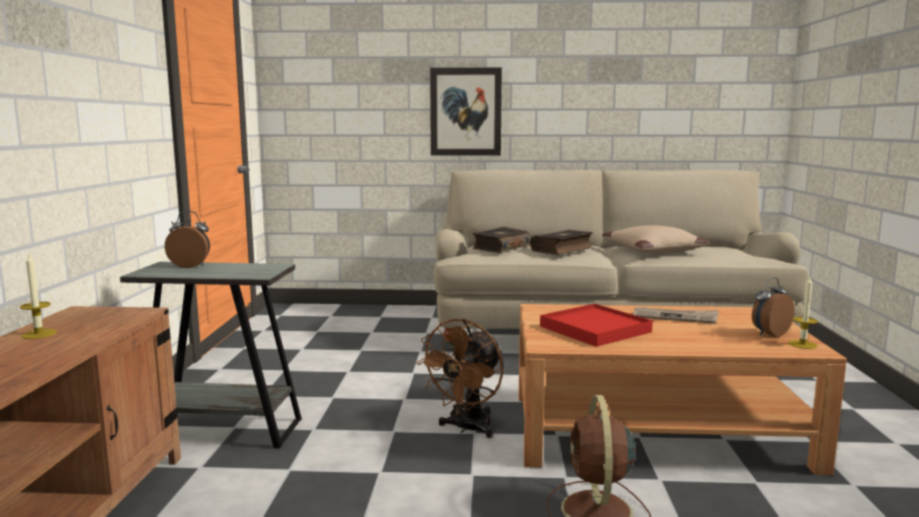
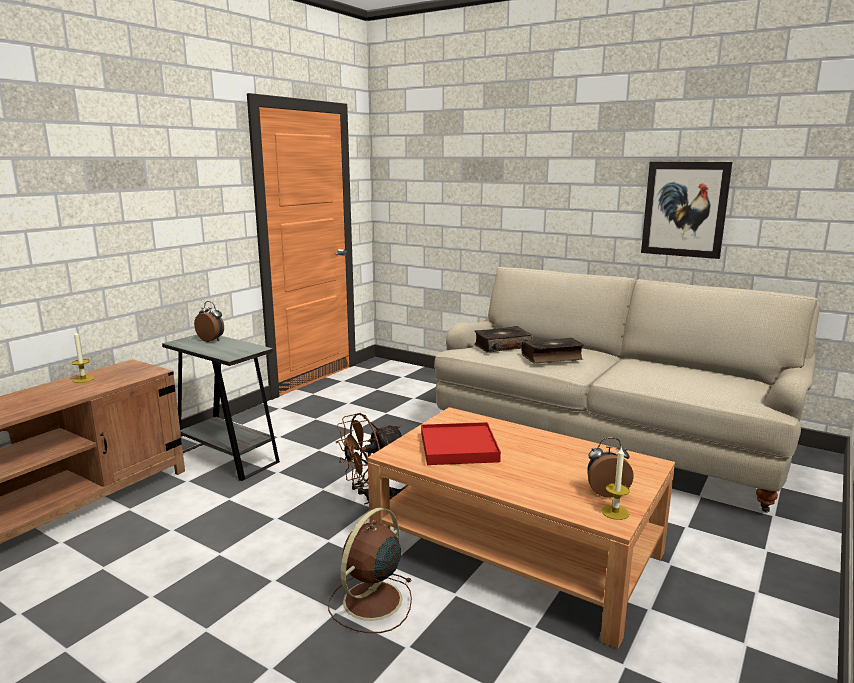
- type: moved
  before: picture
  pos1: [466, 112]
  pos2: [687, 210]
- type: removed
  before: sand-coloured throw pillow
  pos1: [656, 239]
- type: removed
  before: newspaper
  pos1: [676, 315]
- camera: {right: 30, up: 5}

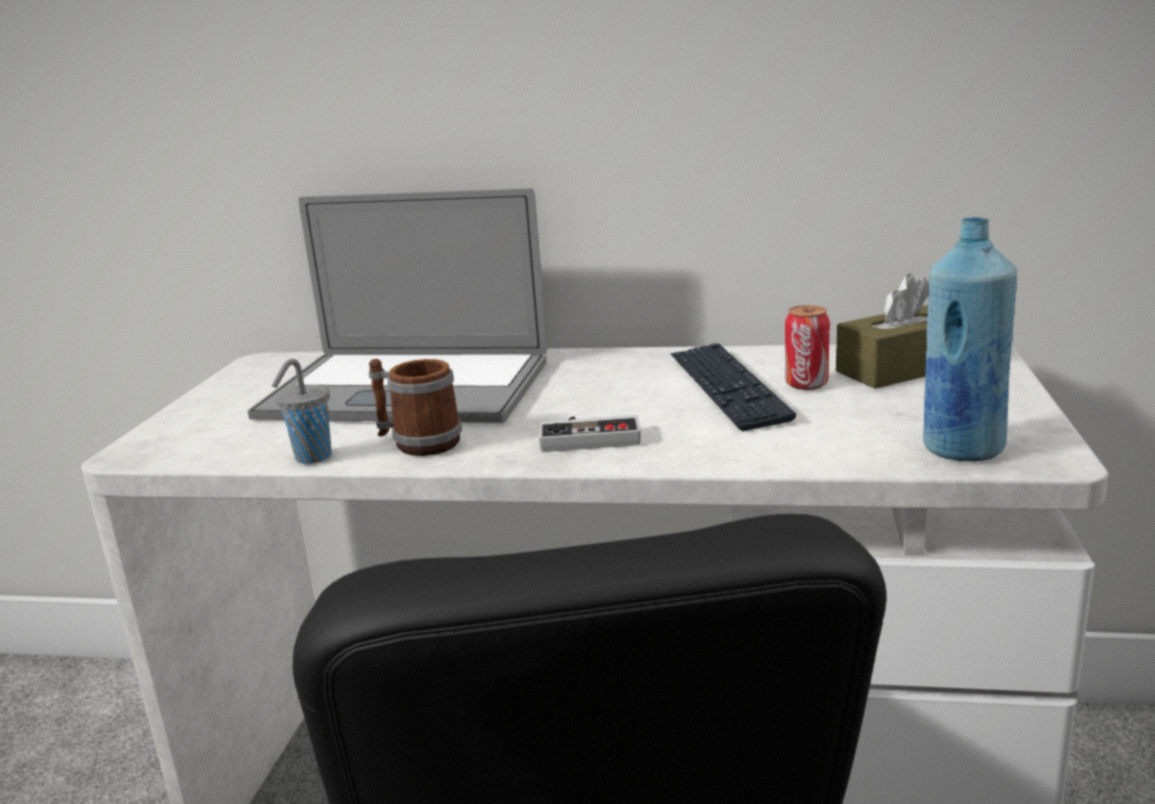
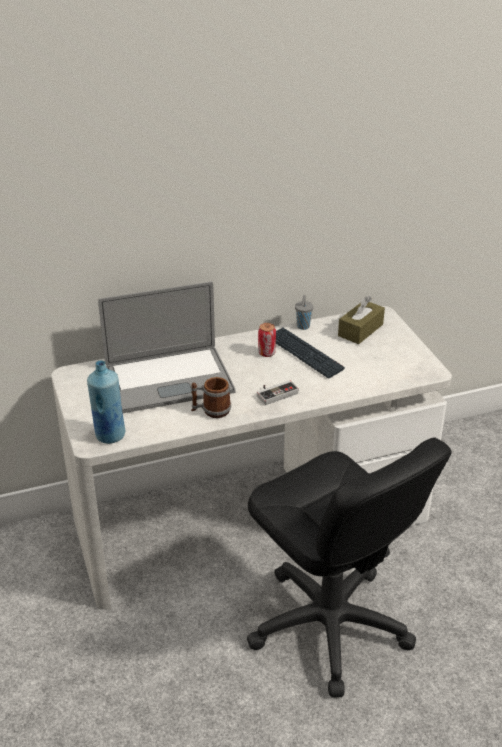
- type: moved
  before: gray drinking cup
  pos1: [302, 411]
  pos2: [304, 312]
- type: moved
  before: metal can
  pos1: [807, 347]
  pos2: [267, 340]
- type: moved
  before: bluish drink bottle
  pos1: [970, 339]
  pos2: [106, 402]
- camera: {right: -30, up: 15}

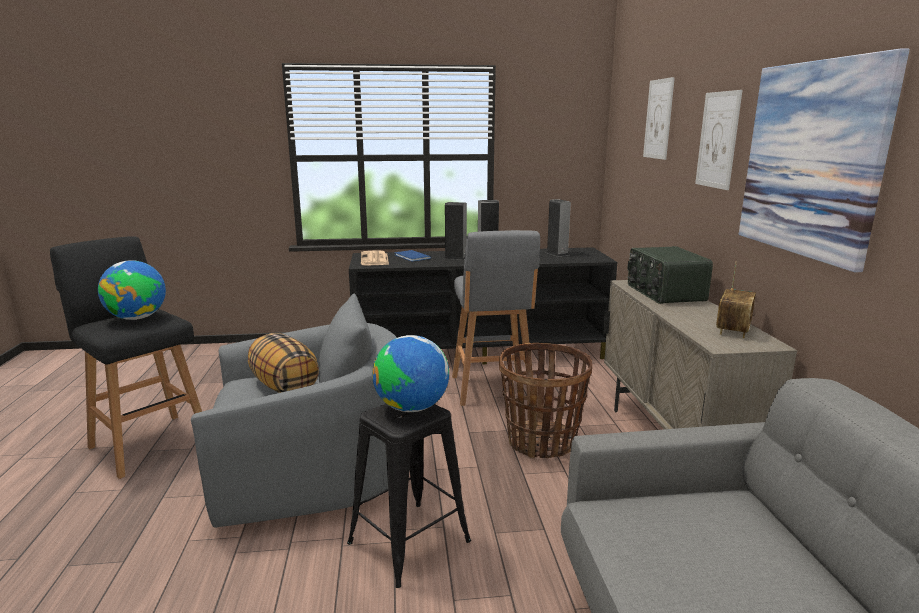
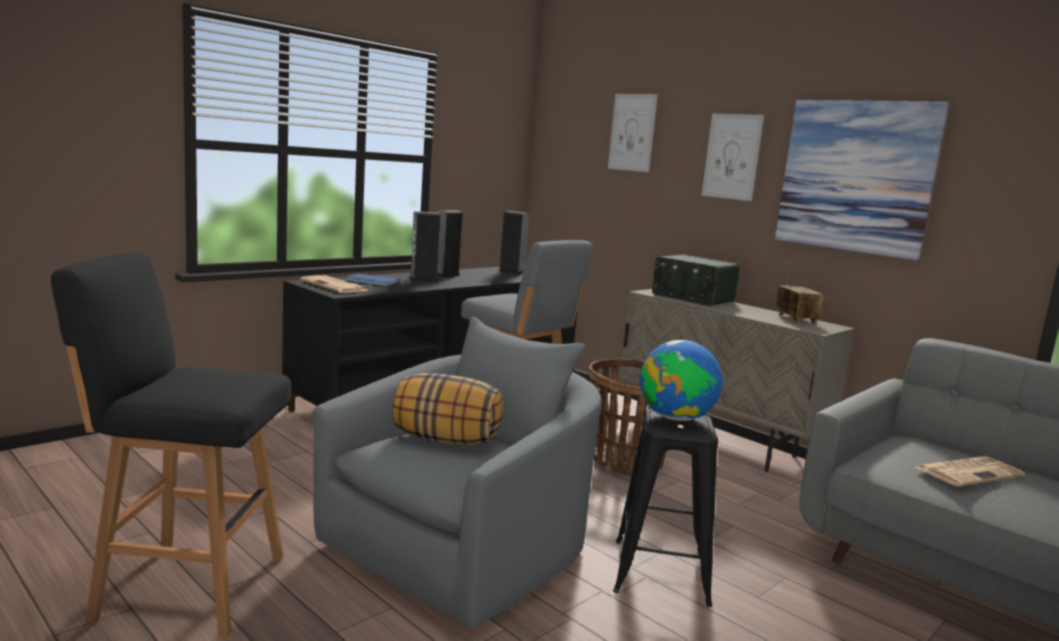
- type: removed
  before: globe
  pos1: [132, 290]
- type: added
  after: newspaper
  pos2: [970, 471]
- camera: {right: -40, up: -5}

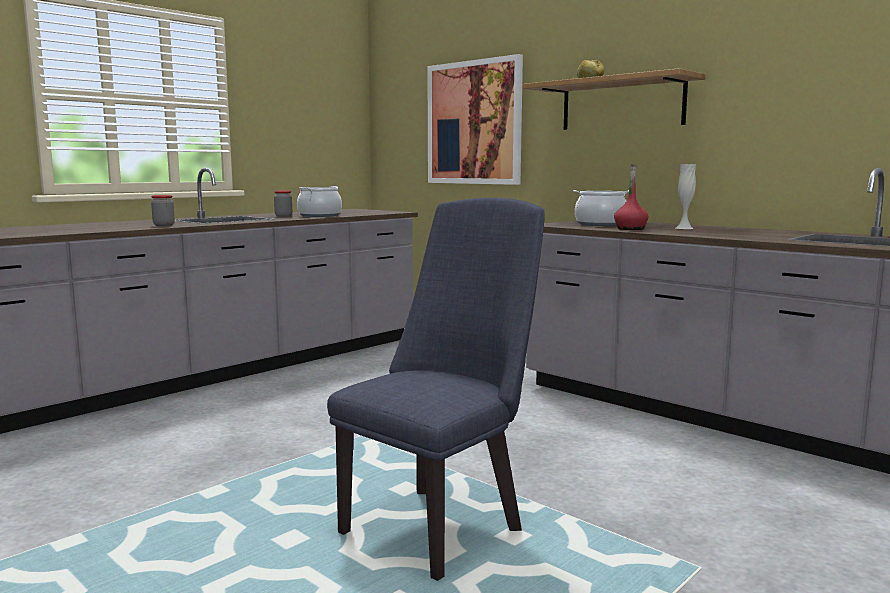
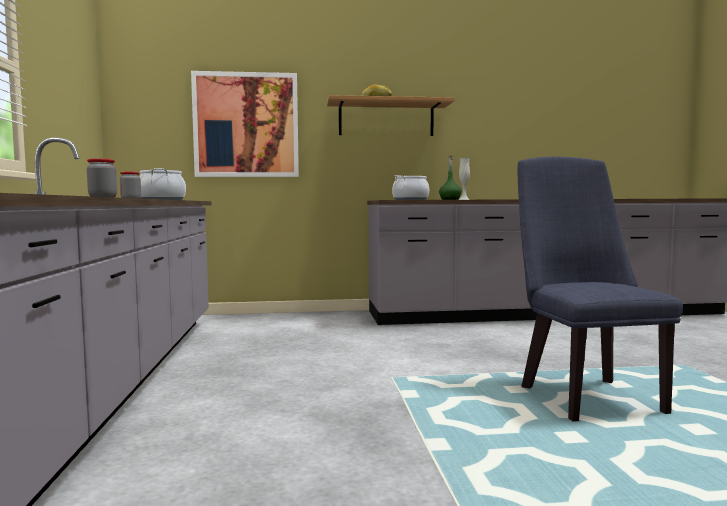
- type: recoloured
  before: red drink bottle
  after: green drink bottle
  pos1: [631, 197]
  pos2: [450, 178]
- camera: {right: -50, up: -5}

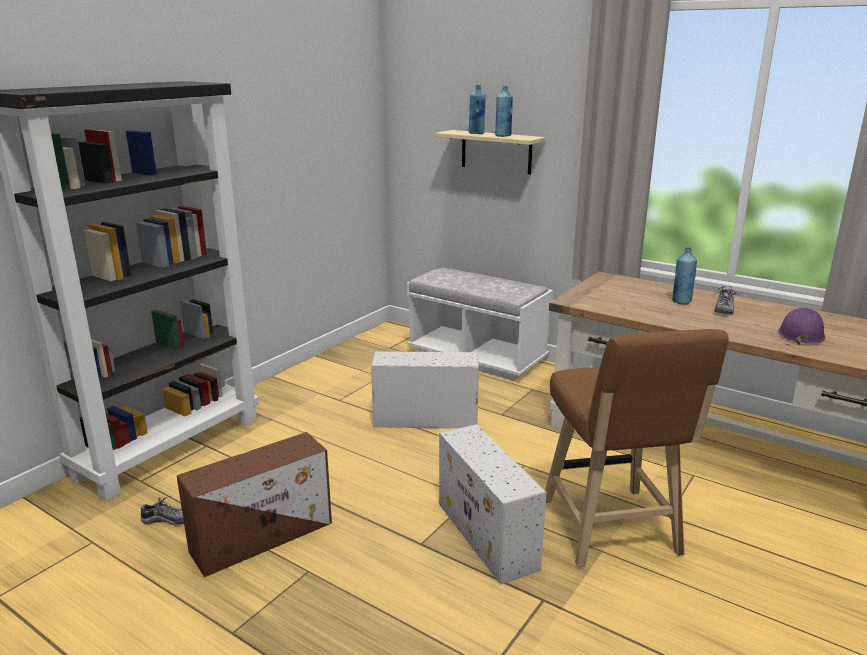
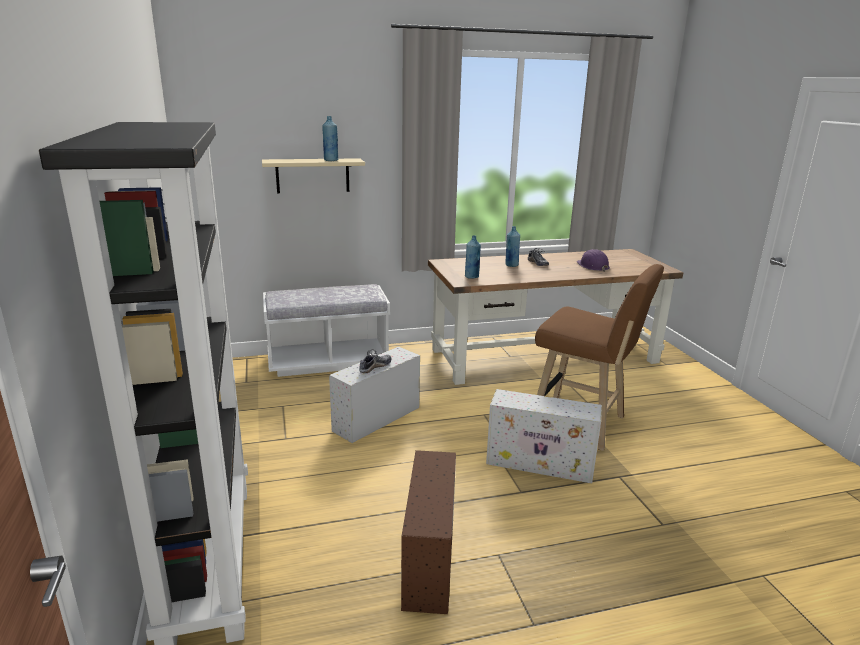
- type: moved
  before: low shoe
  pos1: [161, 511]
  pos2: [375, 361]
- type: moved
  before: bluish drink bottle
  pos1: [477, 109]
  pos2: [473, 257]
- camera: {right: -50, up: 0}

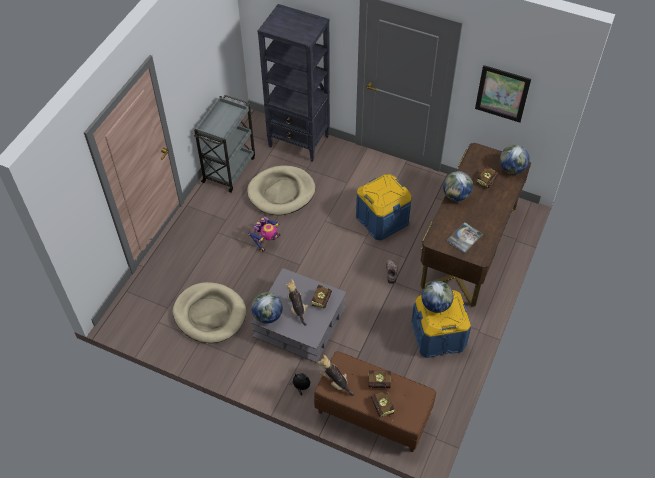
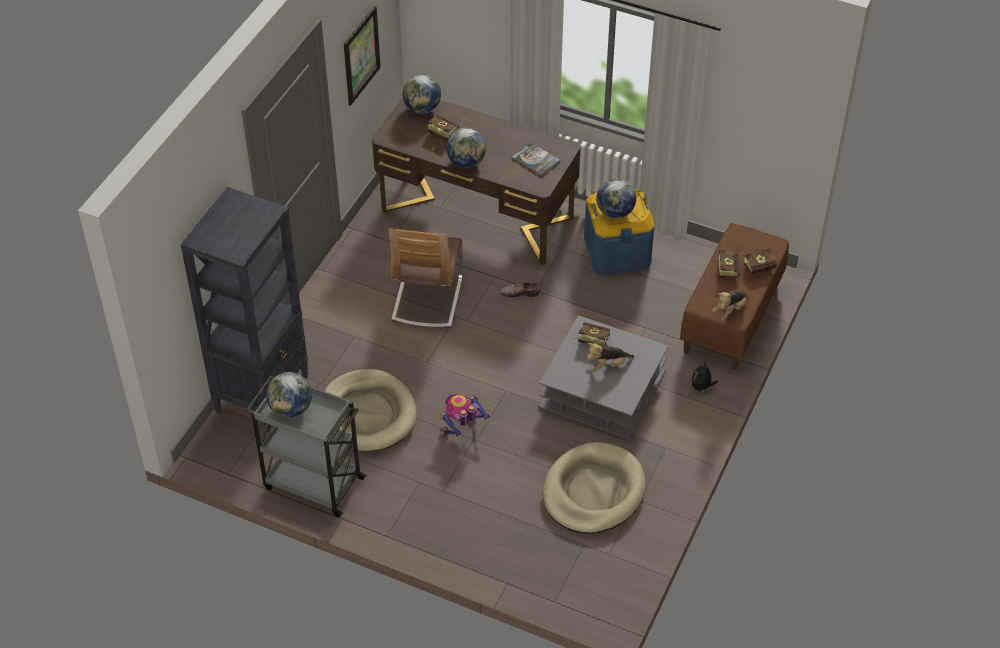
- type: turned
  before: robot figure
  pos1: [264, 235]
  pos2: [465, 415]
  turn: -75
- type: moved
  before: globe
  pos1: [267, 308]
  pos2: [289, 395]
- type: replaced
  before: bluish storage bin
  after: plain chair
  pos1: [384, 207]
  pos2: [426, 278]
- camera: {right: -90, up: -5}

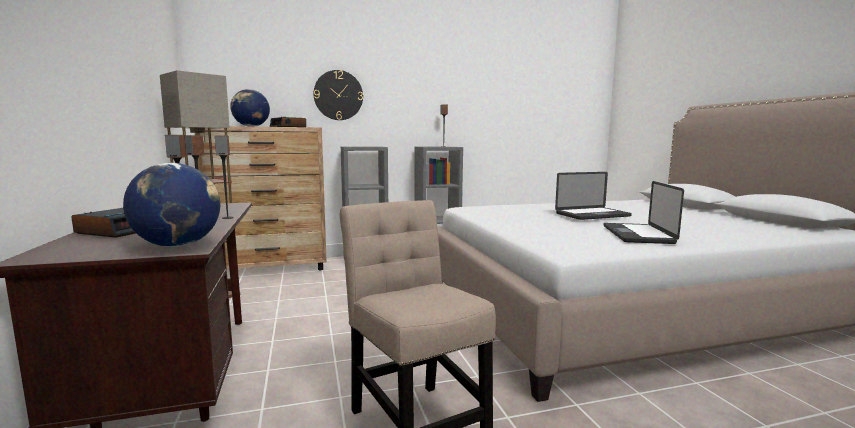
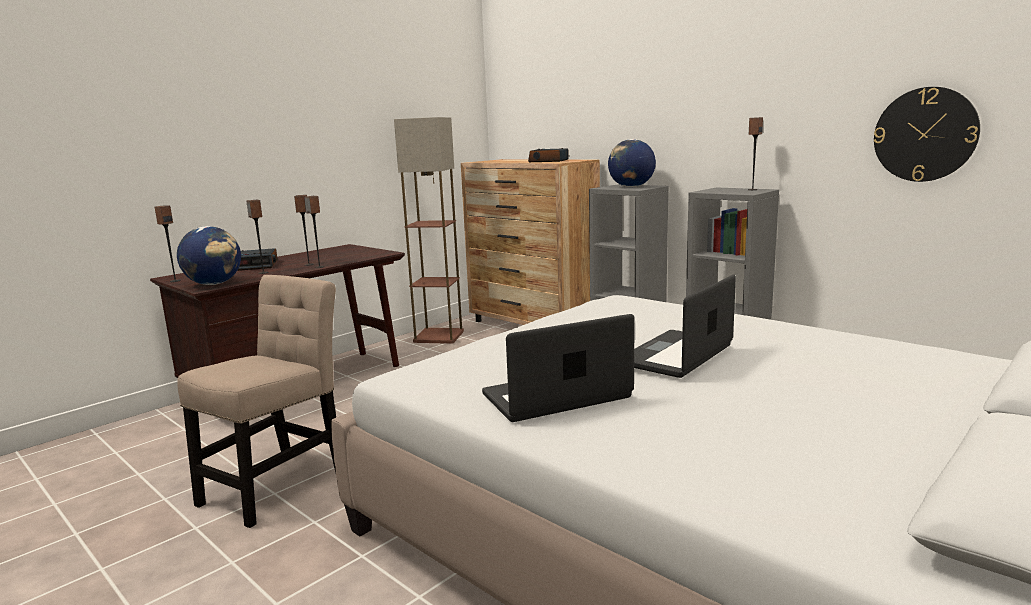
- type: moved
  before: globe
  pos1: [250, 108]
  pos2: [632, 163]
- type: moved
  before: wall clock
  pos1: [338, 95]
  pos2: [927, 134]
- type: turned
  before: portable computer
  pos1: [593, 196]
  pos2: [685, 326]
  turn: 90
- type: added
  after: audio speaker
  pos2: [168, 243]
- camera: {right: 60, up: 5}

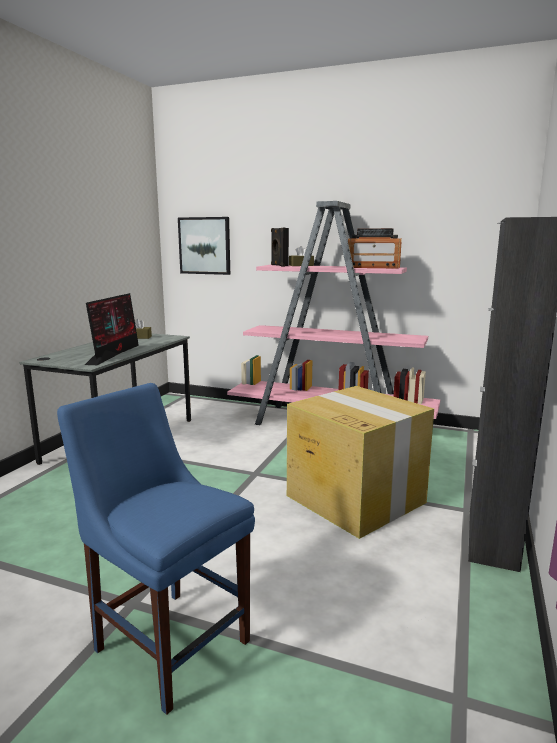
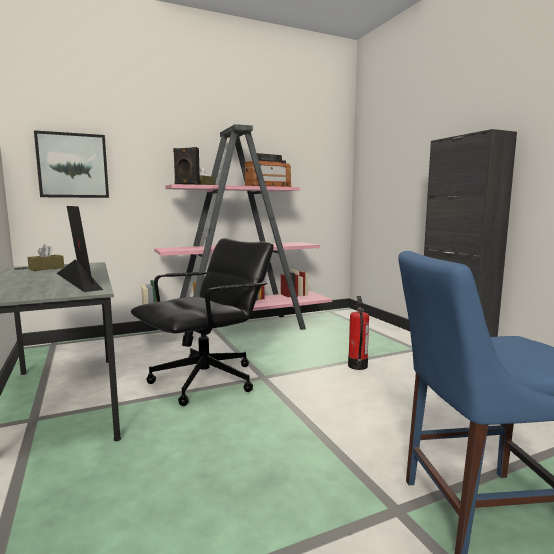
- type: replaced
  before: packing box
  after: extinguisher
  pos1: [360, 462]
  pos2: [358, 333]
- type: added
  after: black-coloured computer chair
  pos2: [202, 322]
- camera: {right: -45, up: -5}

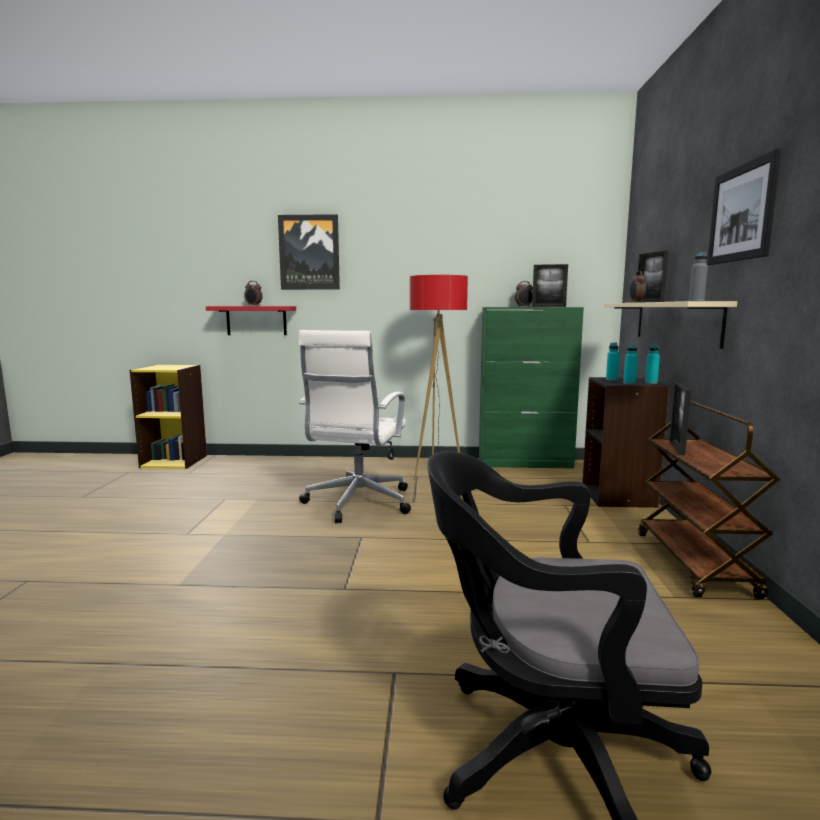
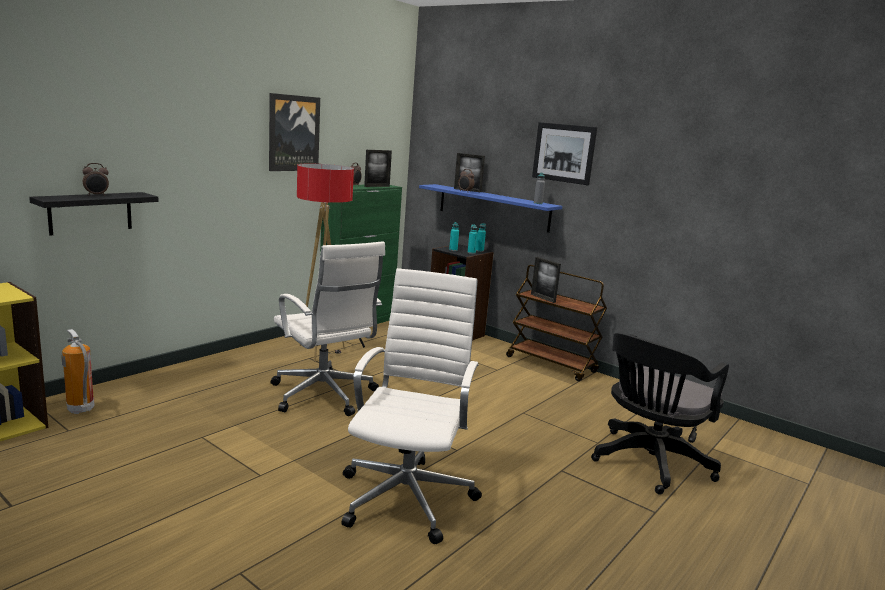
- type: recoloured
  before: red shelf
  after: black-coloured shelf
  pos1: [251, 320]
  pos2: [94, 214]
- type: moved
  before: picture
  pos1: [309, 252]
  pos2: [294, 132]
- type: recoloured
  before: sand-coloured shelf
  after: bluish shelf
  pos1: [670, 325]
  pos2: [490, 208]
- type: added
  after: extinguisher
  pos2: [78, 371]
- type: added
  after: white computer chair
  pos2: [411, 406]
- camera: {right: -55, up: 5}

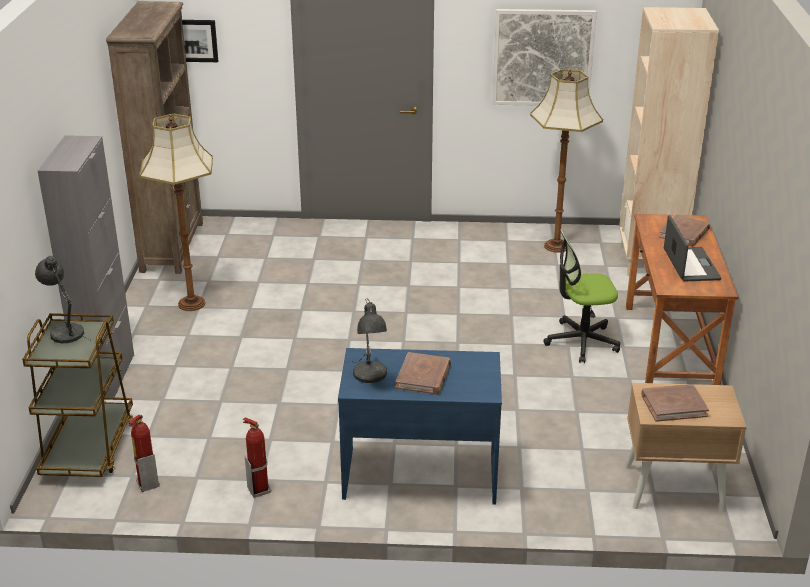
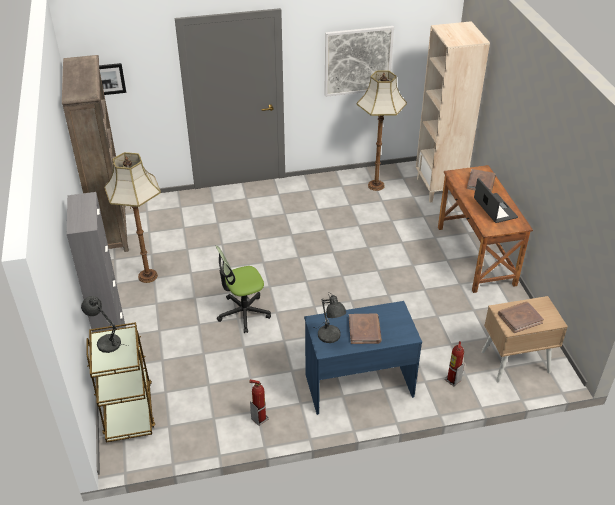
- type: moved
  before: extinguisher
  pos1: [144, 453]
  pos2: [455, 363]
- type: moved
  before: computer chair
  pos1: [581, 296]
  pos2: [243, 289]
- camera: {right: -15, up: 10}

